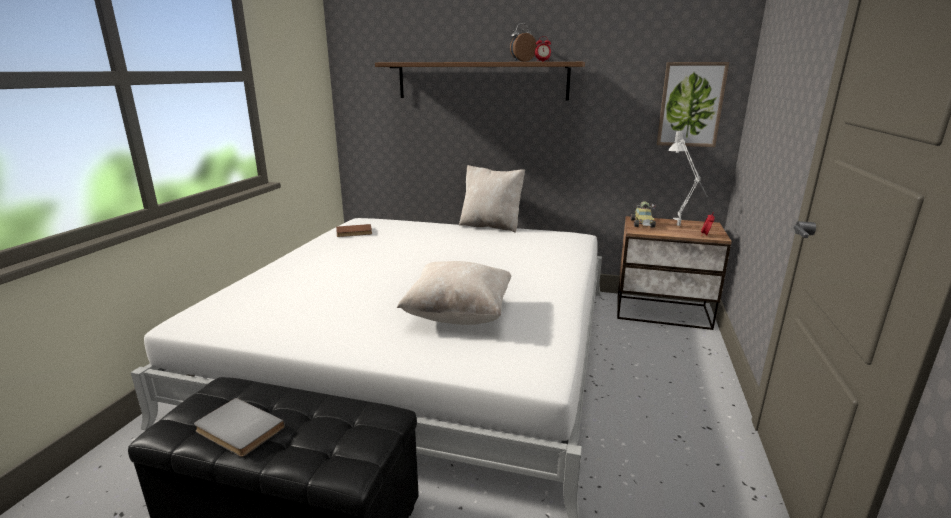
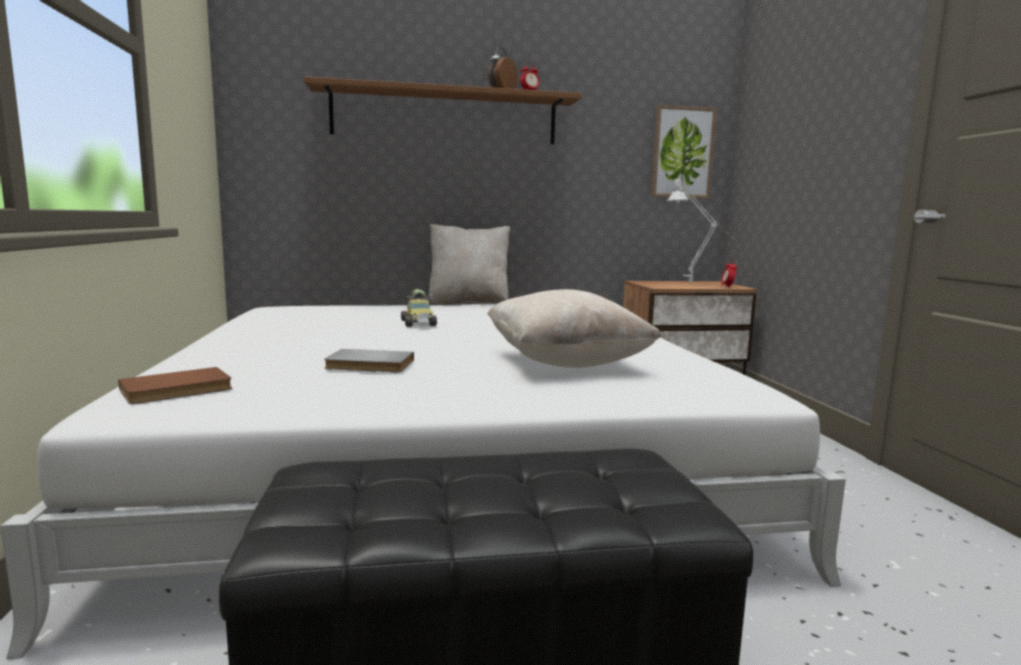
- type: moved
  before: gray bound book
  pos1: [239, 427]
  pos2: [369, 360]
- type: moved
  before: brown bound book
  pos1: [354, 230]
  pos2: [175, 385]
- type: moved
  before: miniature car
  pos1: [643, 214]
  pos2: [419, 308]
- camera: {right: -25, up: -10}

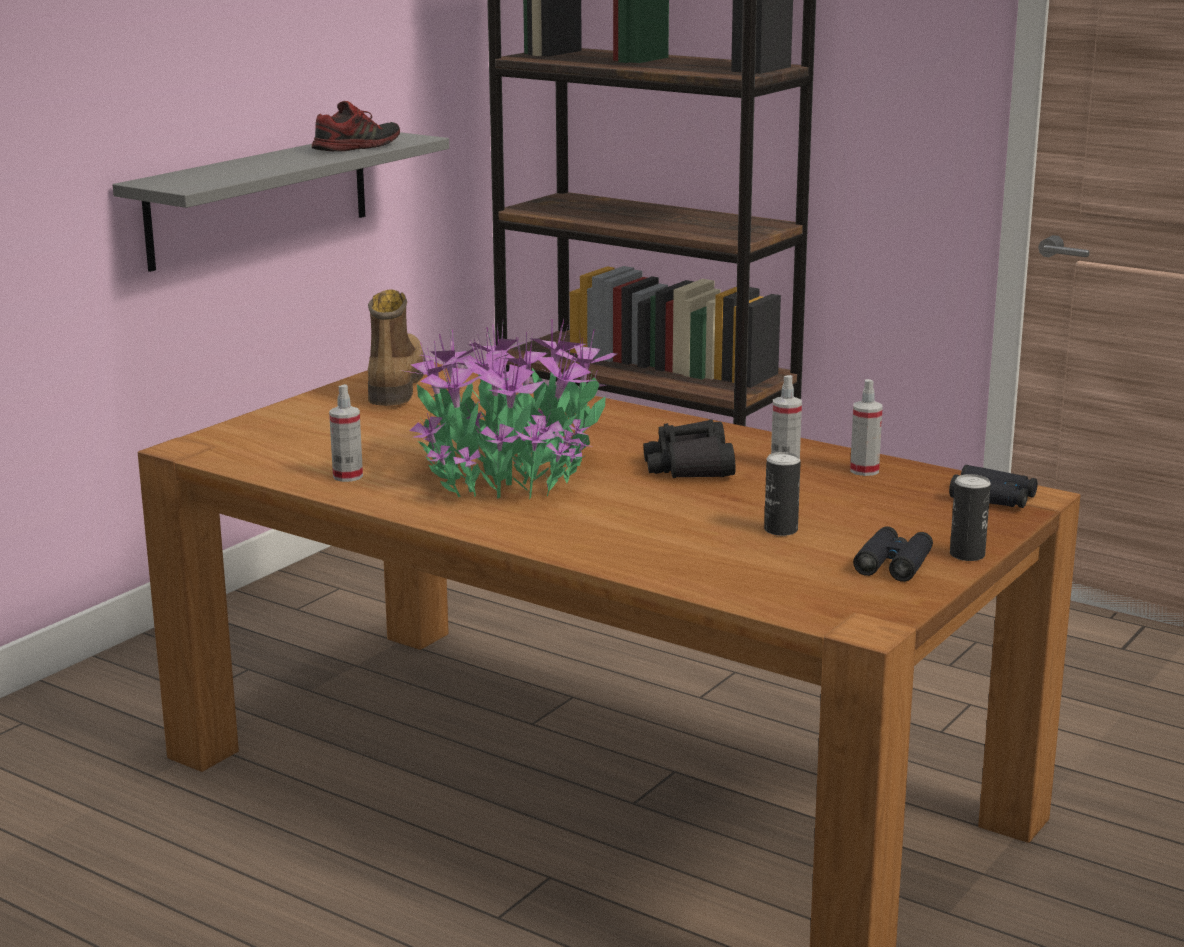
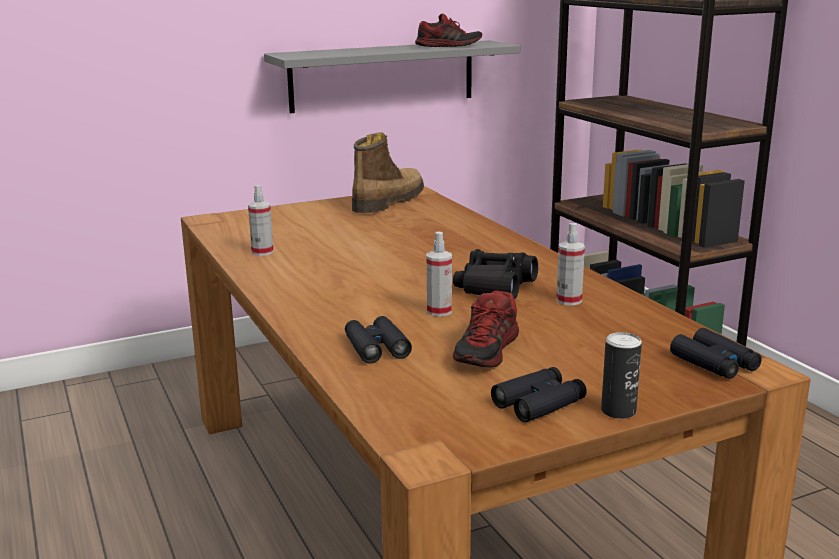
- type: removed
  before: houseplant
  pos1: [509, 409]
- type: replaced
  before: metal can
  after: low shoe
  pos1: [782, 494]
  pos2: [486, 328]
- type: moved
  before: spray bottle
  pos1: [866, 427]
  pos2: [439, 274]
- type: added
  after: black-coloured pair of binoculars
  pos2: [378, 340]
- camera: {right: 30, up: 0}

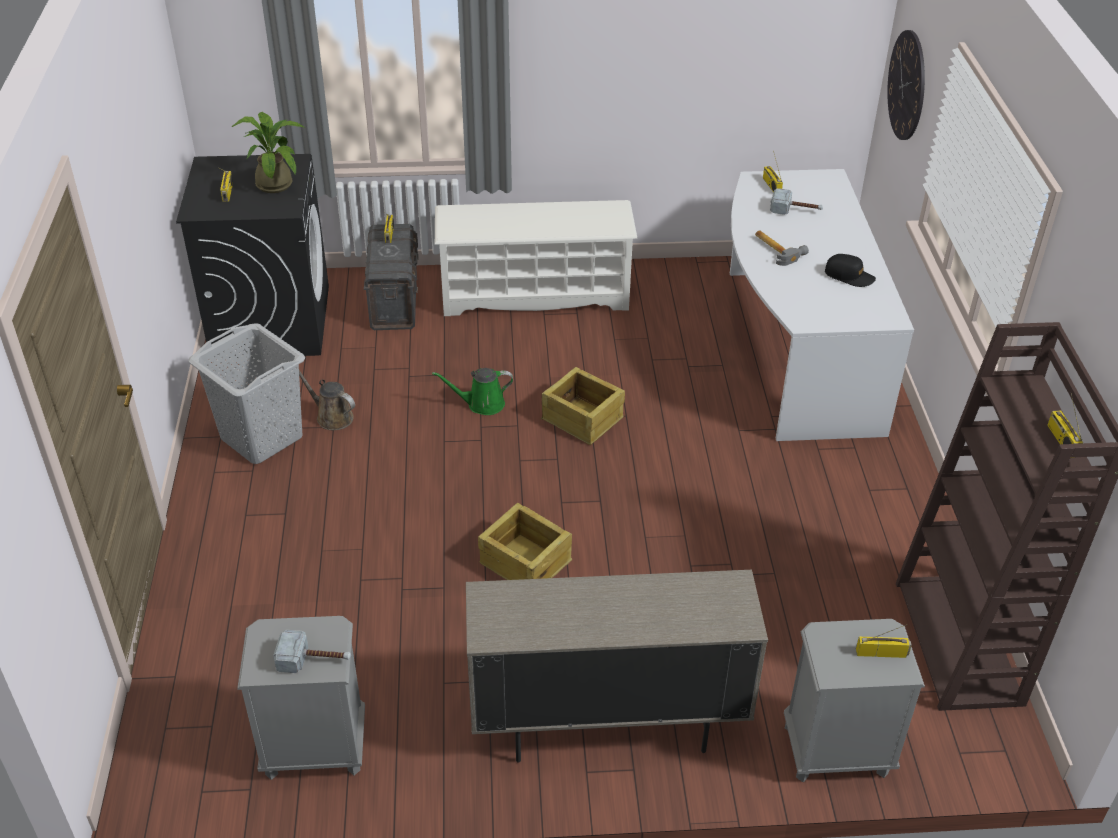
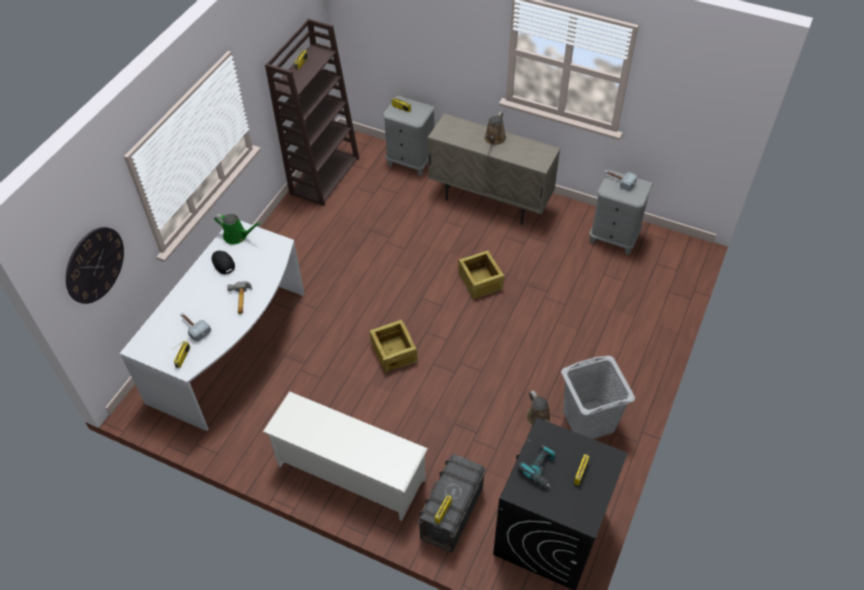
- type: replaced
  before: houseplant
  after: power drill
  pos1: [268, 152]
  pos2: [536, 466]
- type: moved
  before: green sprinkling can
  pos1: [472, 391]
  pos2: [237, 229]
- type: added
  after: brown sprinkling can
  pos2: [495, 128]
- camera: {right: -150, up: 10}

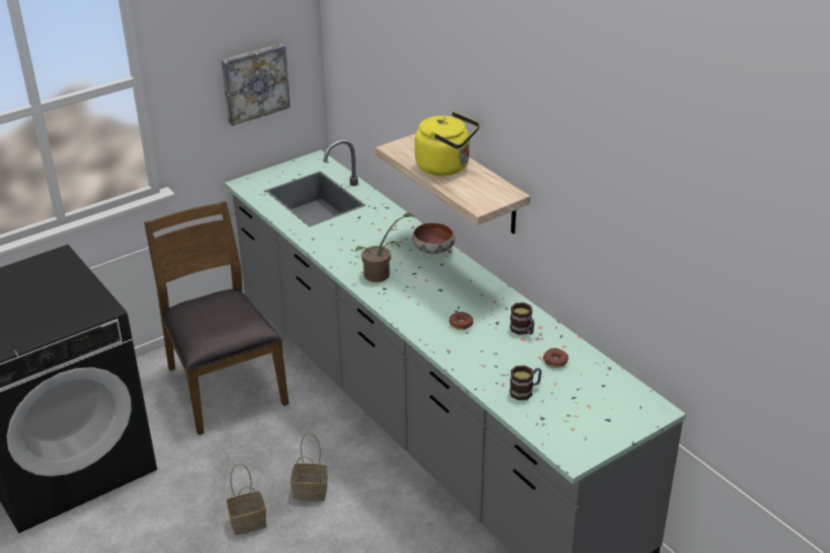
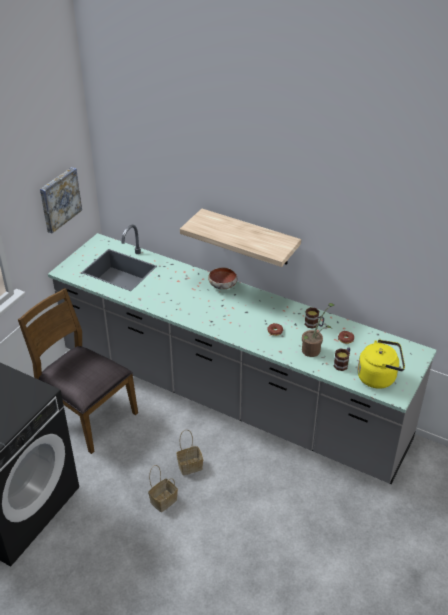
- type: moved
  before: houseplant
  pos1: [384, 247]
  pos2: [318, 330]
- type: moved
  before: yellow kettle
  pos1: [447, 144]
  pos2: [381, 364]
- camera: {right: -25, up: 5}

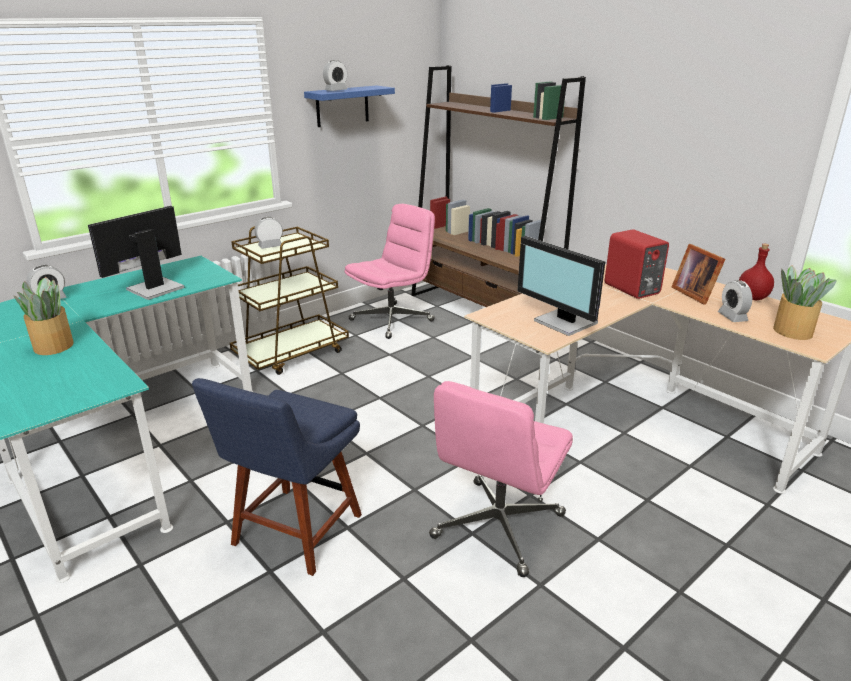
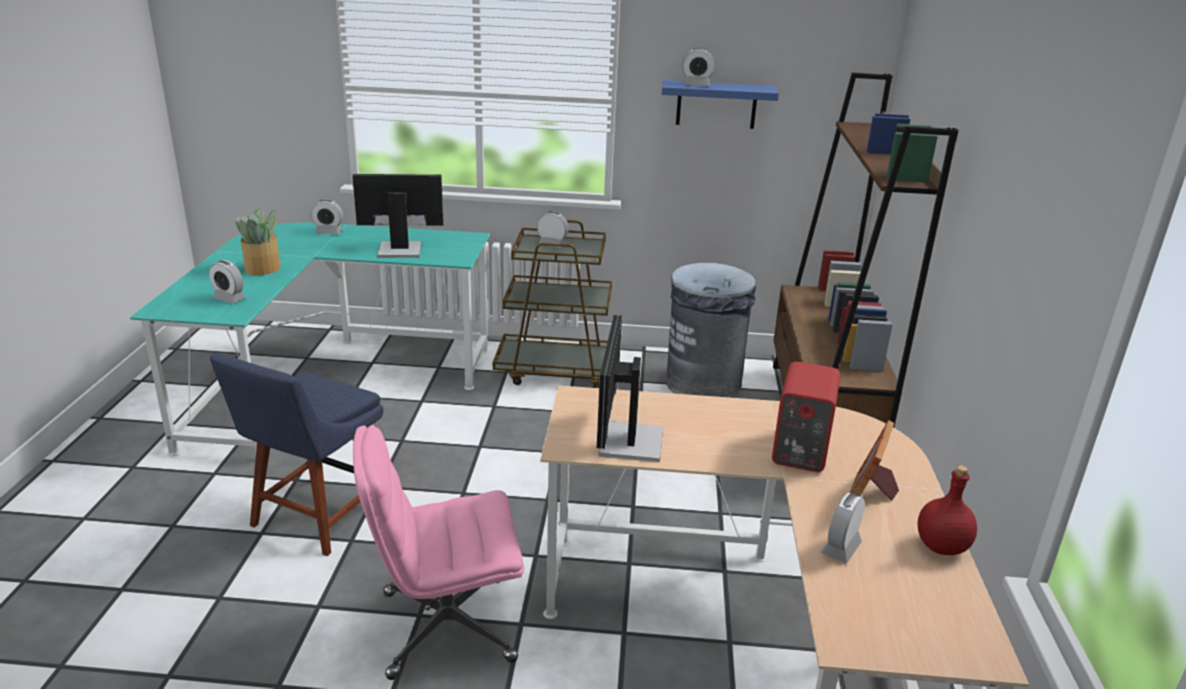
- type: turned
  before: bluish plain chair
  pos1: [277, 477]
  pos2: [296, 454]
  turn: -45
- type: replaced
  before: pinkish computer chair
  after: gray rubbish bin
  pos1: [389, 271]
  pos2: [711, 330]
- type: removed
  before: houseplant
  pos1: [805, 302]
- type: added
  after: table clock
  pos2: [227, 282]
- camera: {right: 45, up: 0}

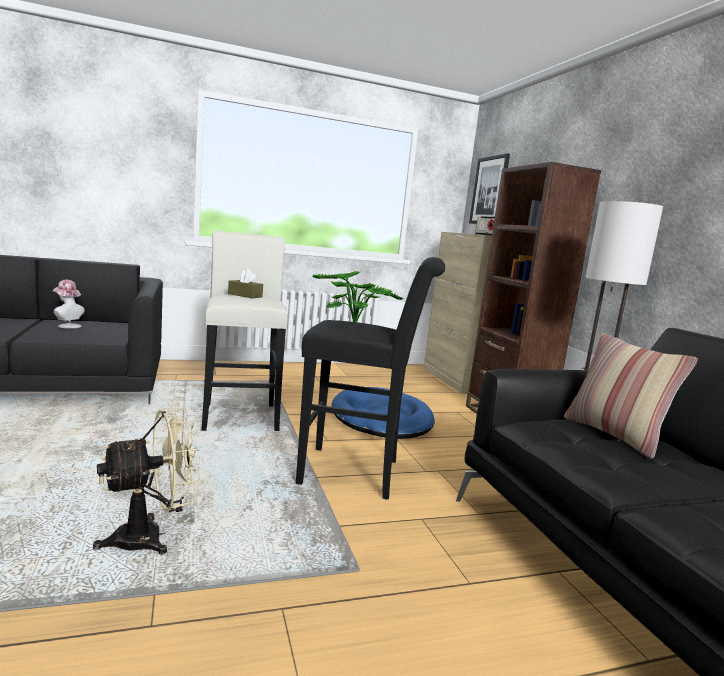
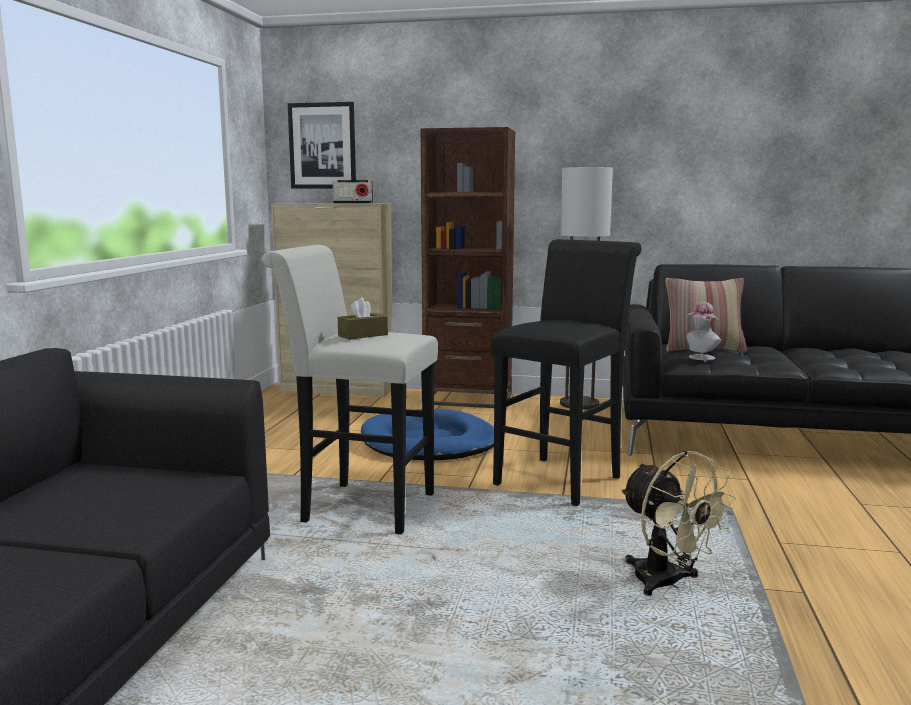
- type: moved
  before: clothing hat
  pos1: [69, 304]
  pos2: [703, 331]
- type: turned
  before: sand-coloured cooling fan
  pos1: [146, 482]
  pos2: [678, 523]
  turn: 150
- type: removed
  before: houseplant
  pos1: [358, 297]
- camera: {right: -60, up: 0}

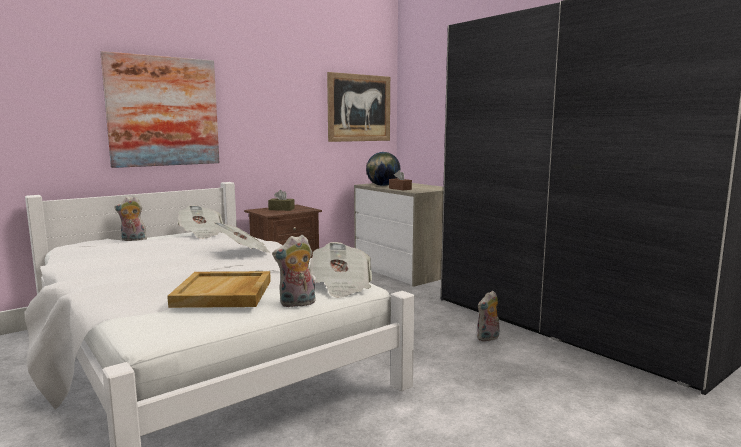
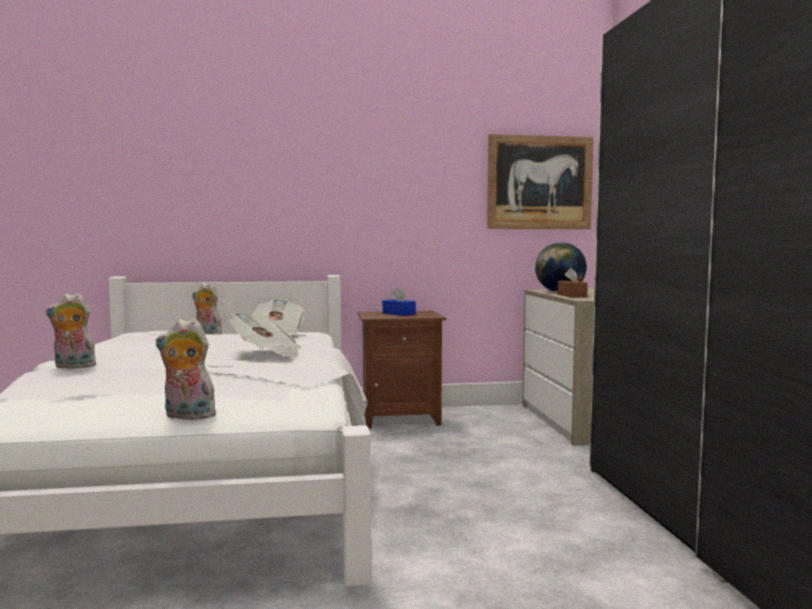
- type: removed
  before: picture
  pos1: [159, 109]
- type: removed
  before: sand-coloured serving tray
  pos1: [219, 289]
- type: recoloured
  before: brown tissue box
  after: bluish tissue box
  pos1: [281, 200]
  pos2: [399, 302]
- type: removed
  before: newspaper
  pos1: [340, 270]
- type: moved
  before: plush toy
  pos1: [488, 316]
  pos2: [73, 331]
- camera: {right: 30, up: -5}

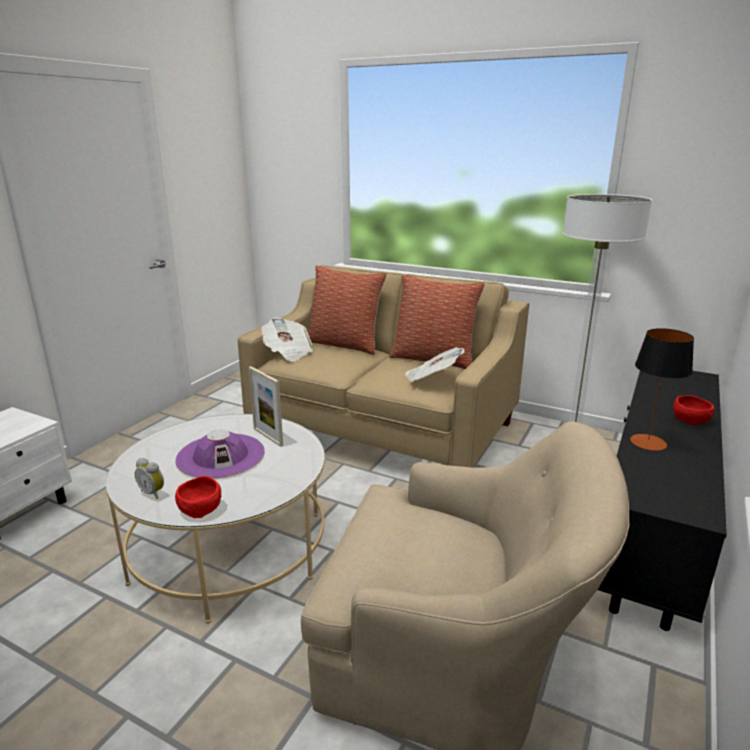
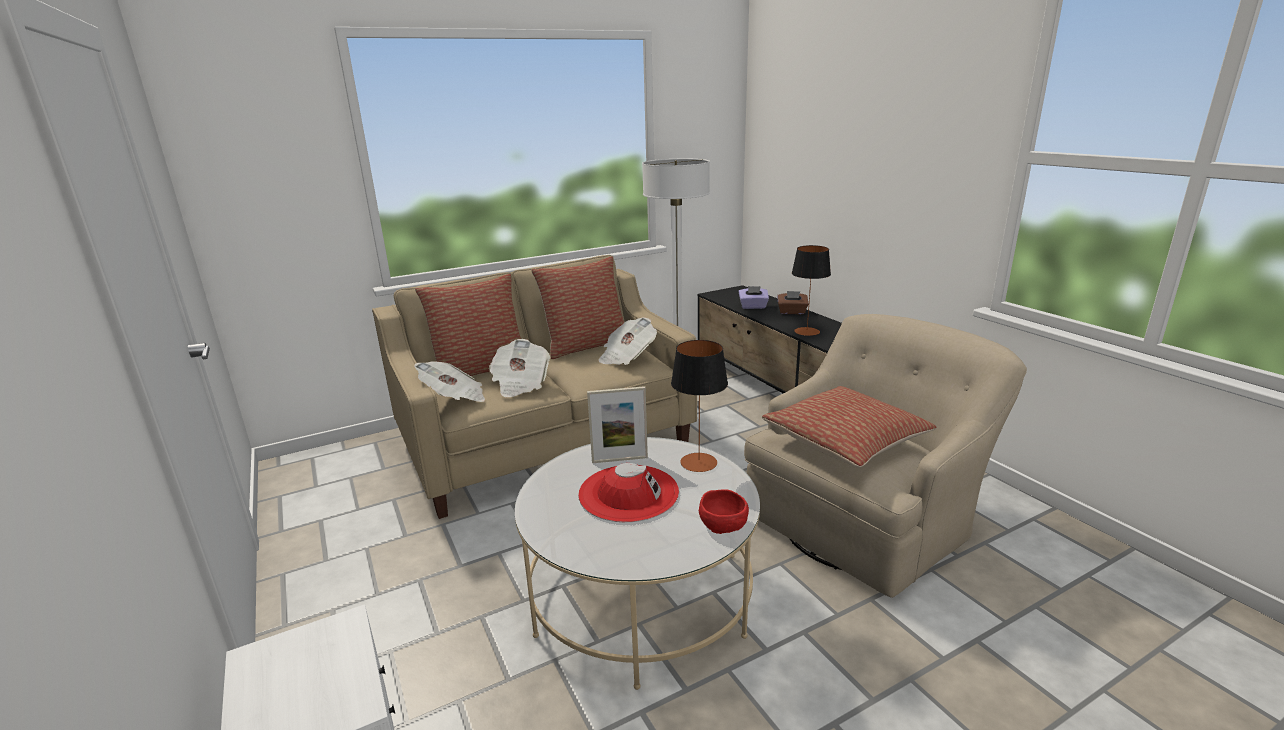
- type: removed
  before: table clock
  pos1: [149, 478]
- type: recoloured
  before: purple-coloured clothing hat
  after: red clothing hat
  pos1: [220, 454]
  pos2: [628, 492]
- type: replaced
  before: red bowl
  after: brown tissue box
  pos1: [693, 410]
  pos2: [793, 302]
- type: added
  after: newspaper
  pos2: [519, 368]
- type: added
  after: table lamp
  pos2: [699, 406]
- type: added
  after: purple-coloured tissue box
  pos2: [754, 297]
- type: added
  after: throw pillow
  pos2: [849, 426]
- camera: {right: -55, up: 0}

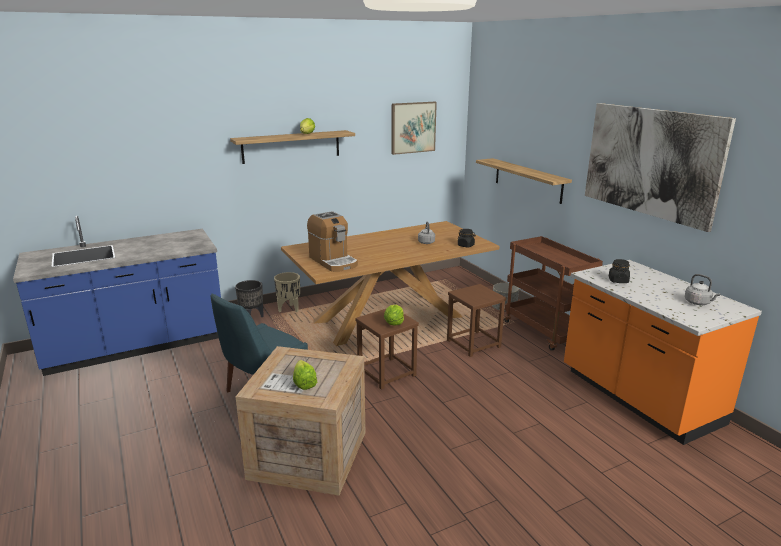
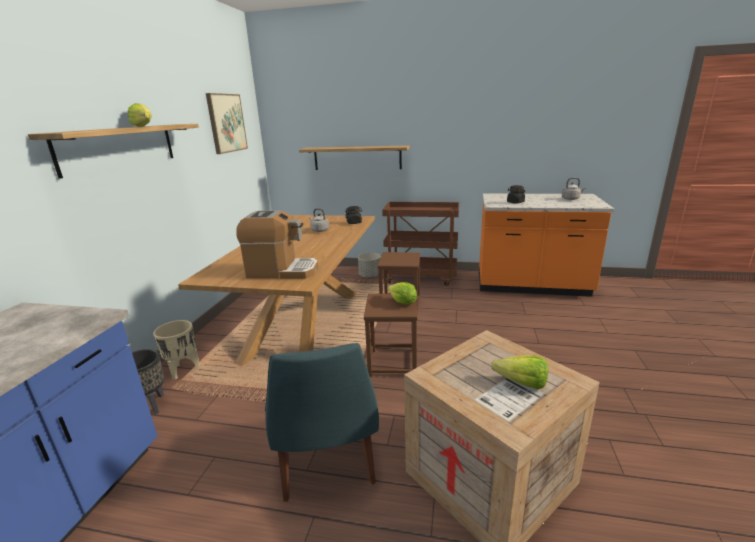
- type: removed
  before: picture
  pos1: [660, 167]
- camera: {right: -50, up: 0}

